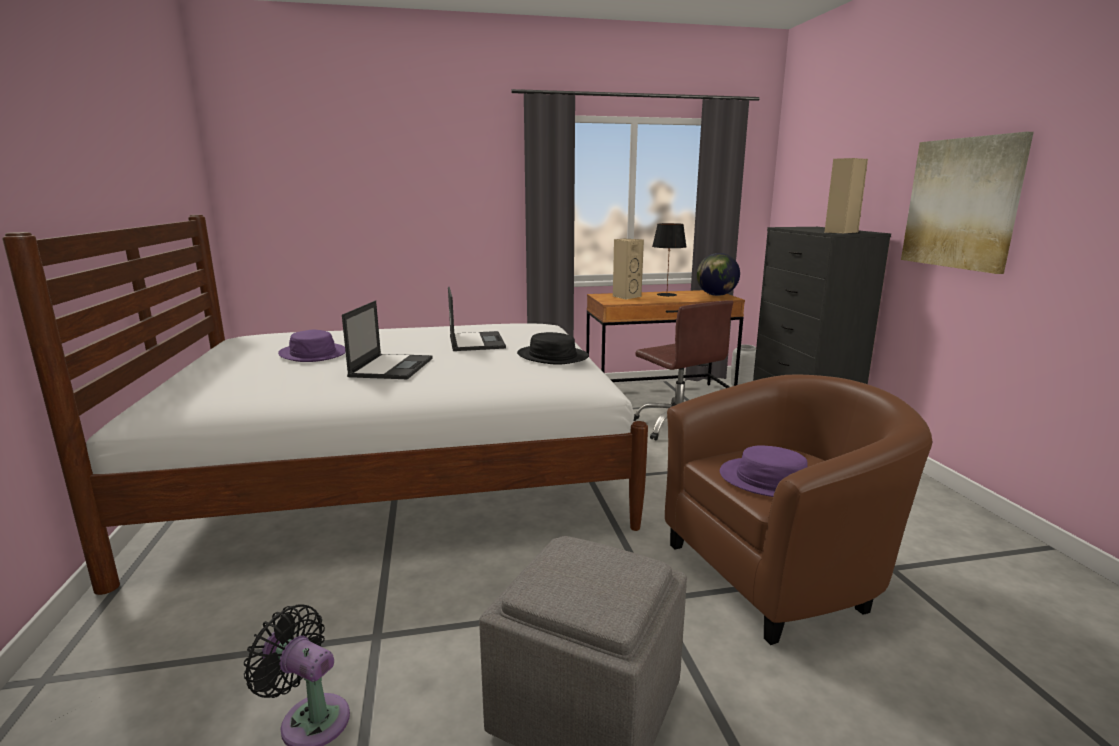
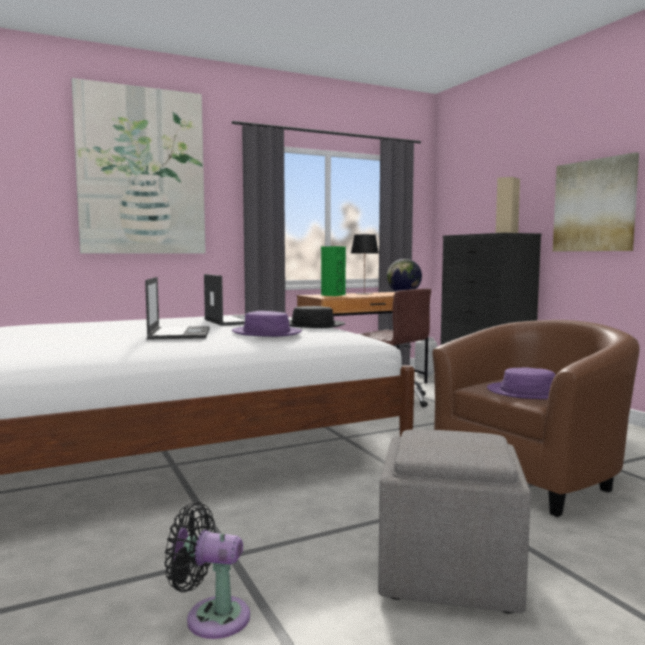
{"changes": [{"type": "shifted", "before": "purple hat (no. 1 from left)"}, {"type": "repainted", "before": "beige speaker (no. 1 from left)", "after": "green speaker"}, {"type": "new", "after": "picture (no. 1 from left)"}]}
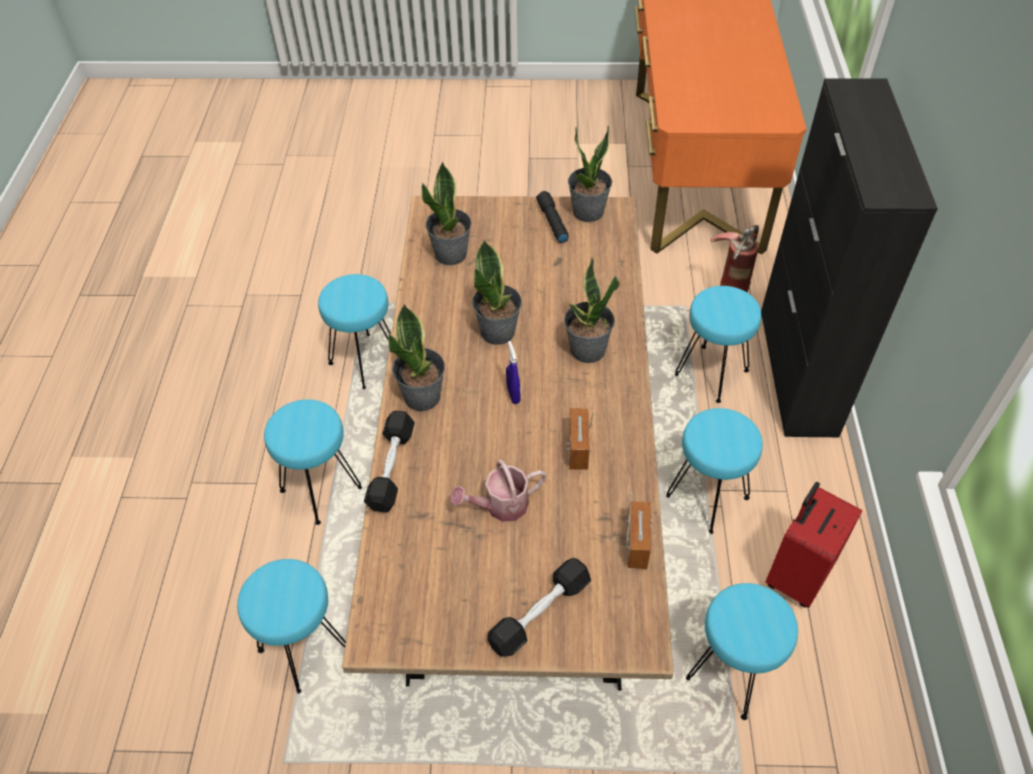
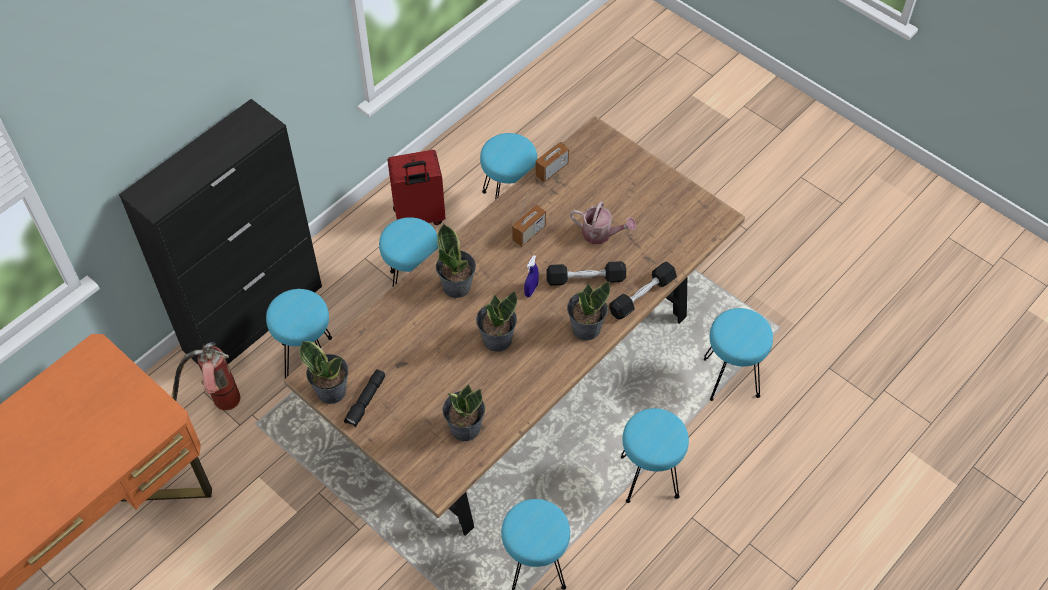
{"changes": [{"type": "shifted", "before": "black dumbbell (no. 2 from left in the first image)", "after": "black dumbbell (no. 1 from left)"}]}
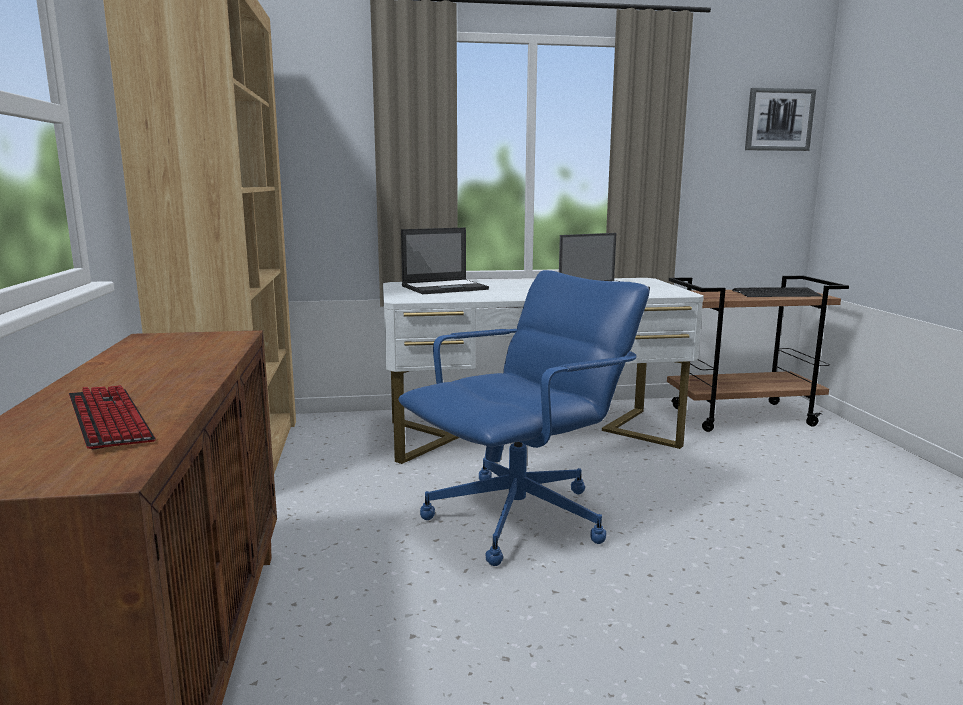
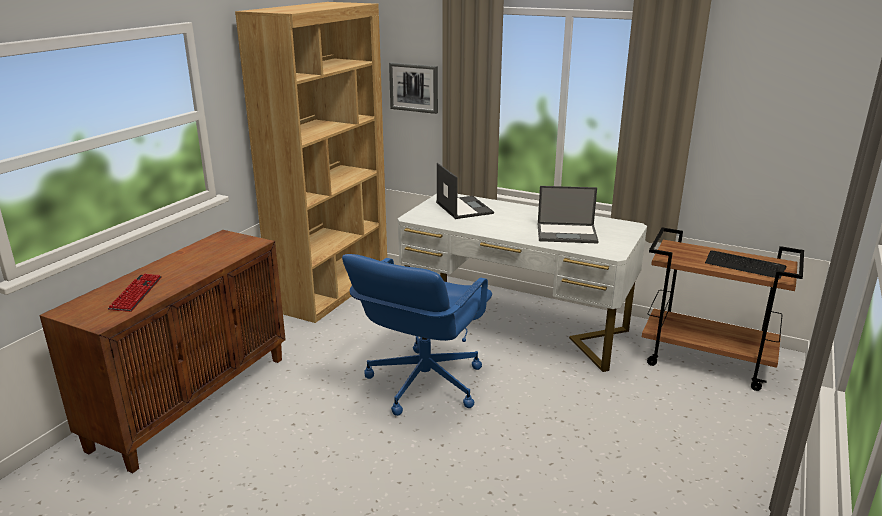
{"changes": [{"type": "rotated", "before": "blue office chair", "turn": 120}, {"type": "rotated", "before": "laptop (no. 1 from left)", "turn": -120}, {"type": "shifted", "before": "picture"}]}
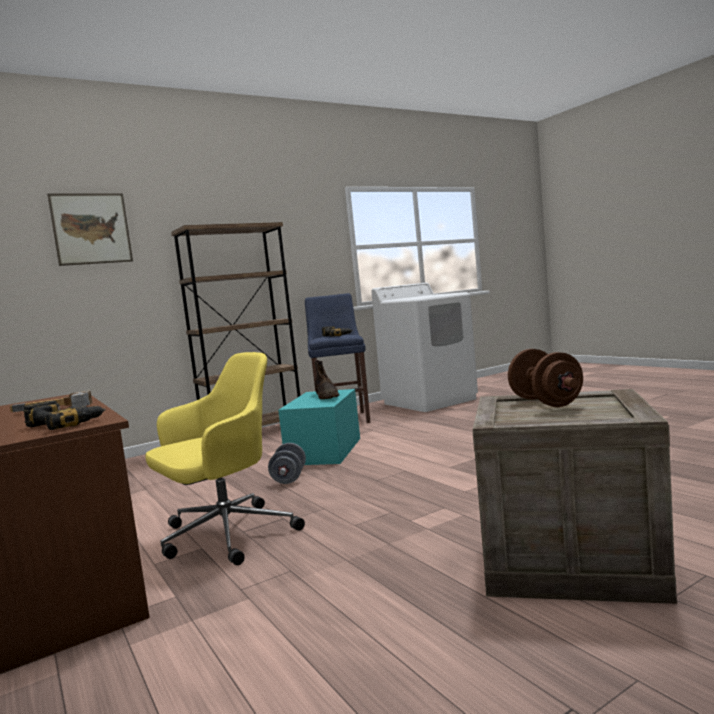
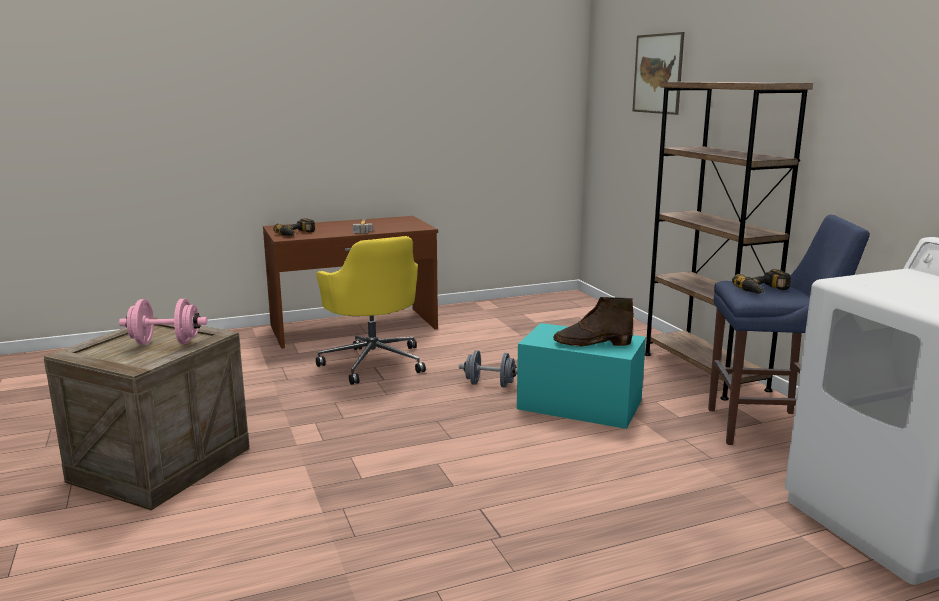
{"changes": [{"type": "repainted", "before": "brown dumbbell", "after": "pink dumbbell"}]}
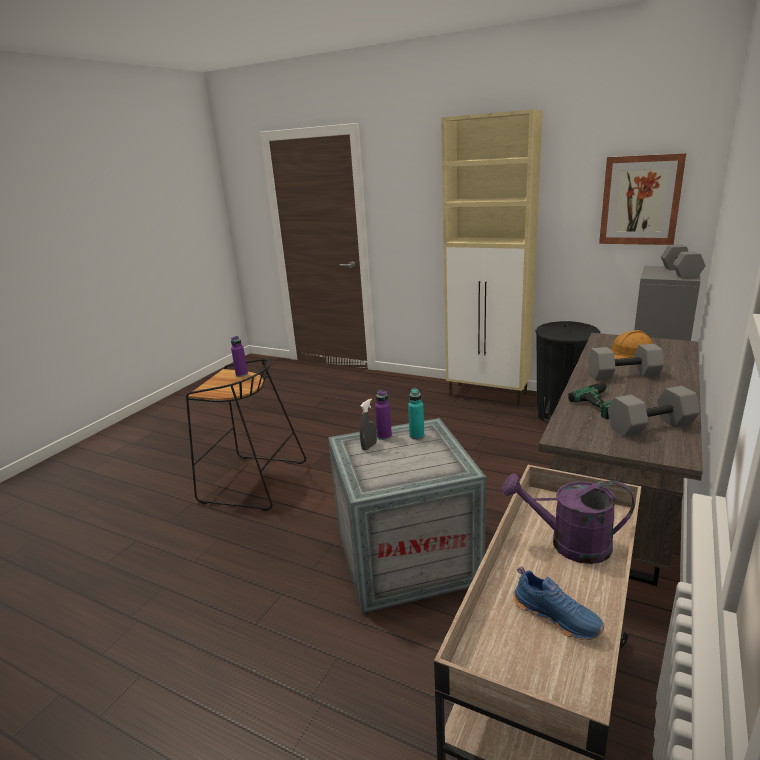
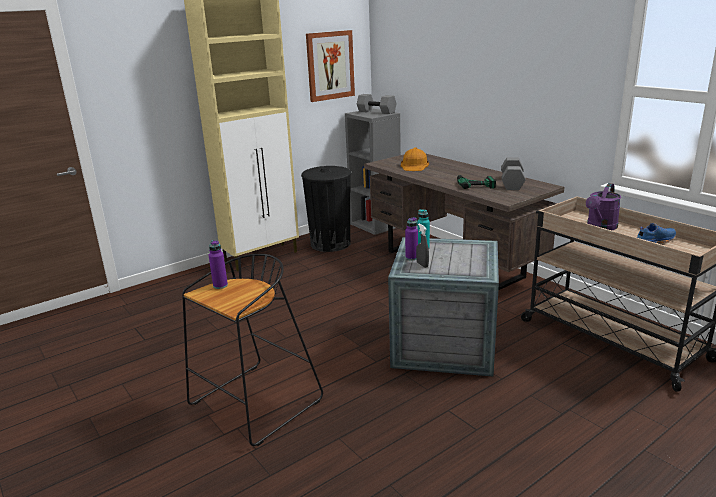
{"changes": [{"type": "gone", "before": "grey dumbbell (no. 1 from left)"}]}
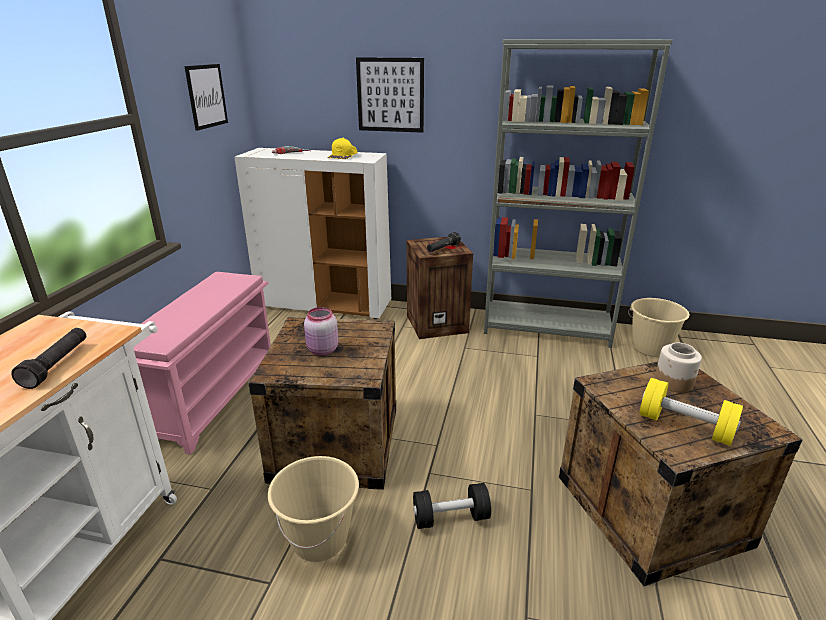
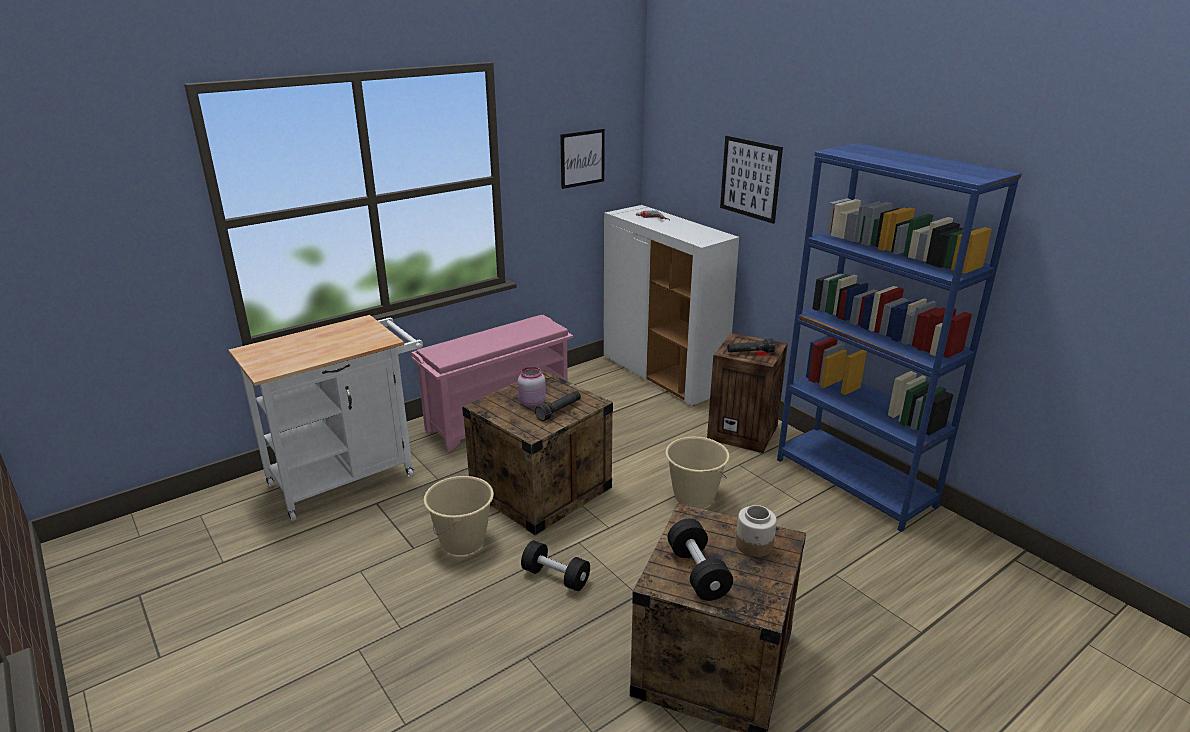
{"changes": [{"type": "shifted", "before": "black flashlight (no. 1 from left)"}, {"type": "gone", "before": "yellow cap"}, {"type": "repainted", "before": "grey bookcase", "after": "blue bookcase"}, {"type": "shifted", "before": "beige bucket (no. 2 from left)"}, {"type": "repainted", "before": "yellow dumbbell", "after": "black dumbbell (no. 2 from left)"}]}
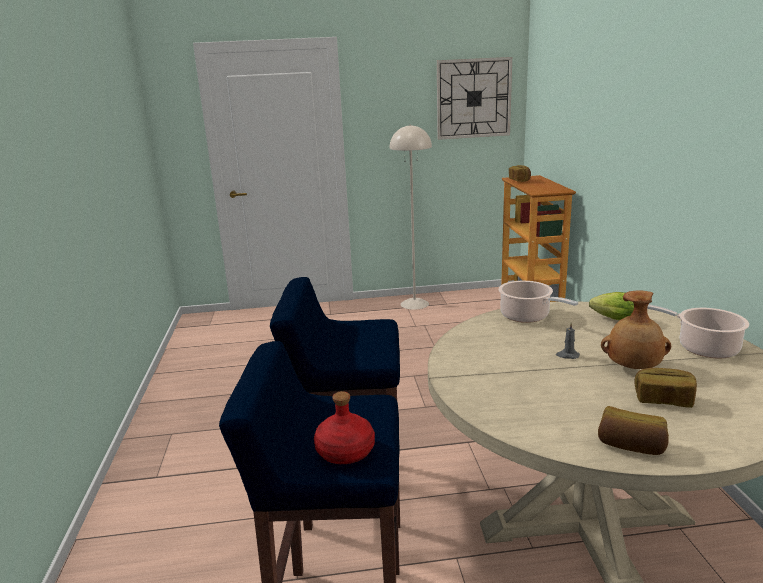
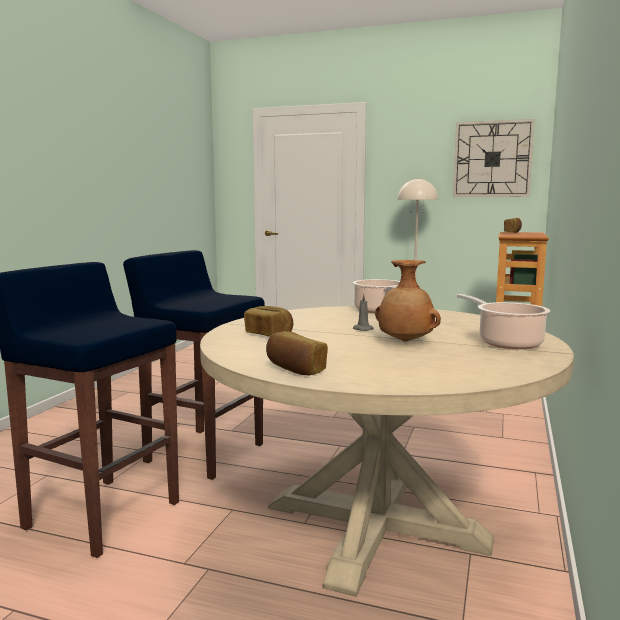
{"changes": [{"type": "gone", "before": "red bottle"}, {"type": "gone", "before": "lettuce"}, {"type": "shifted", "before": "bread (no. 3 from left in the first image)", "after": "bread (no. 1 from left)"}]}
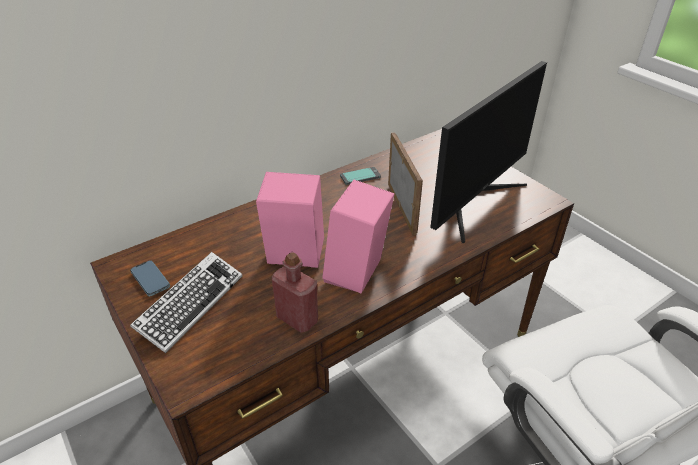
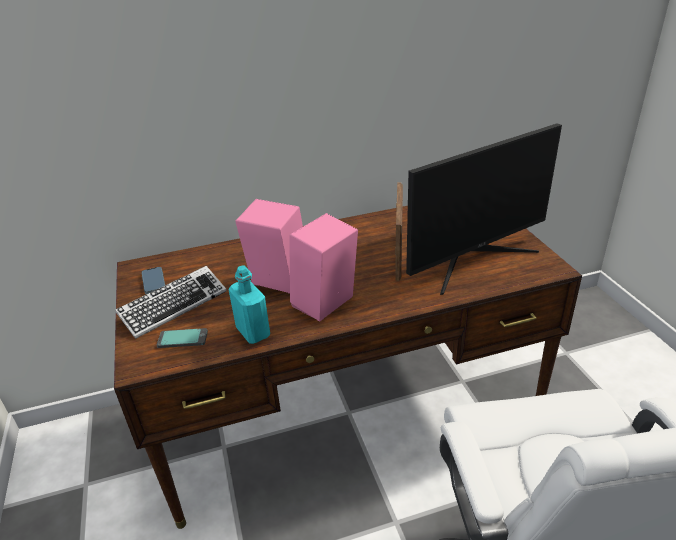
{"changes": [{"type": "repainted", "before": "red bottle", "after": "turquoise bottle"}, {"type": "shifted", "before": "phone (no. 2 from left)"}]}
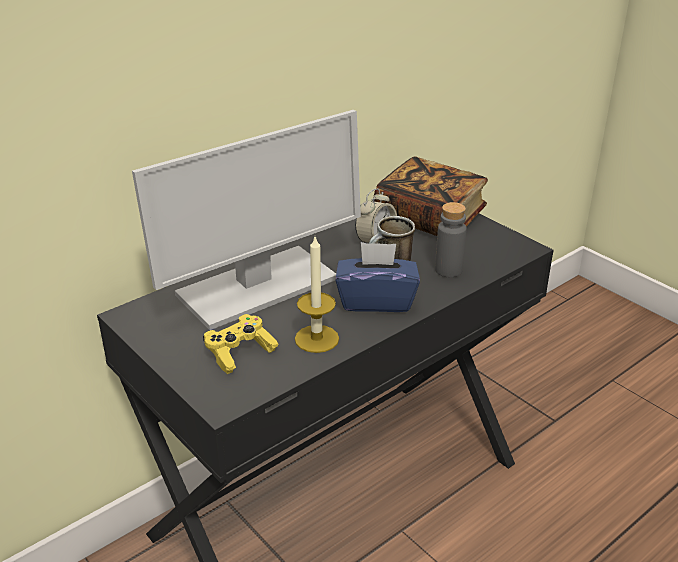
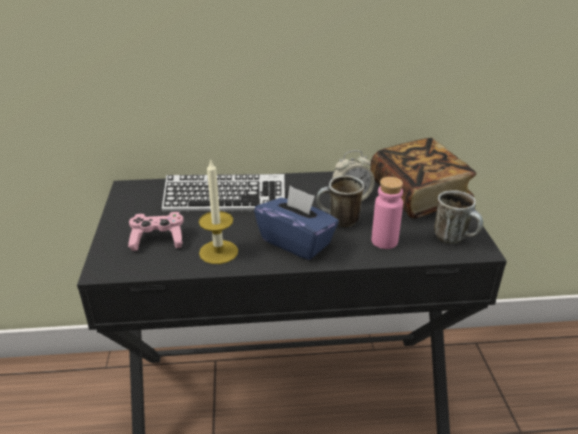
{"changes": [{"type": "swapped", "before": "monitor", "after": "keyboard"}, {"type": "repainted", "before": "yellow game controller", "after": "pink game controller"}, {"type": "repainted", "before": "grey bottle", "after": "pink bottle"}, {"type": "new", "after": "mug (no. 2 from left)"}]}
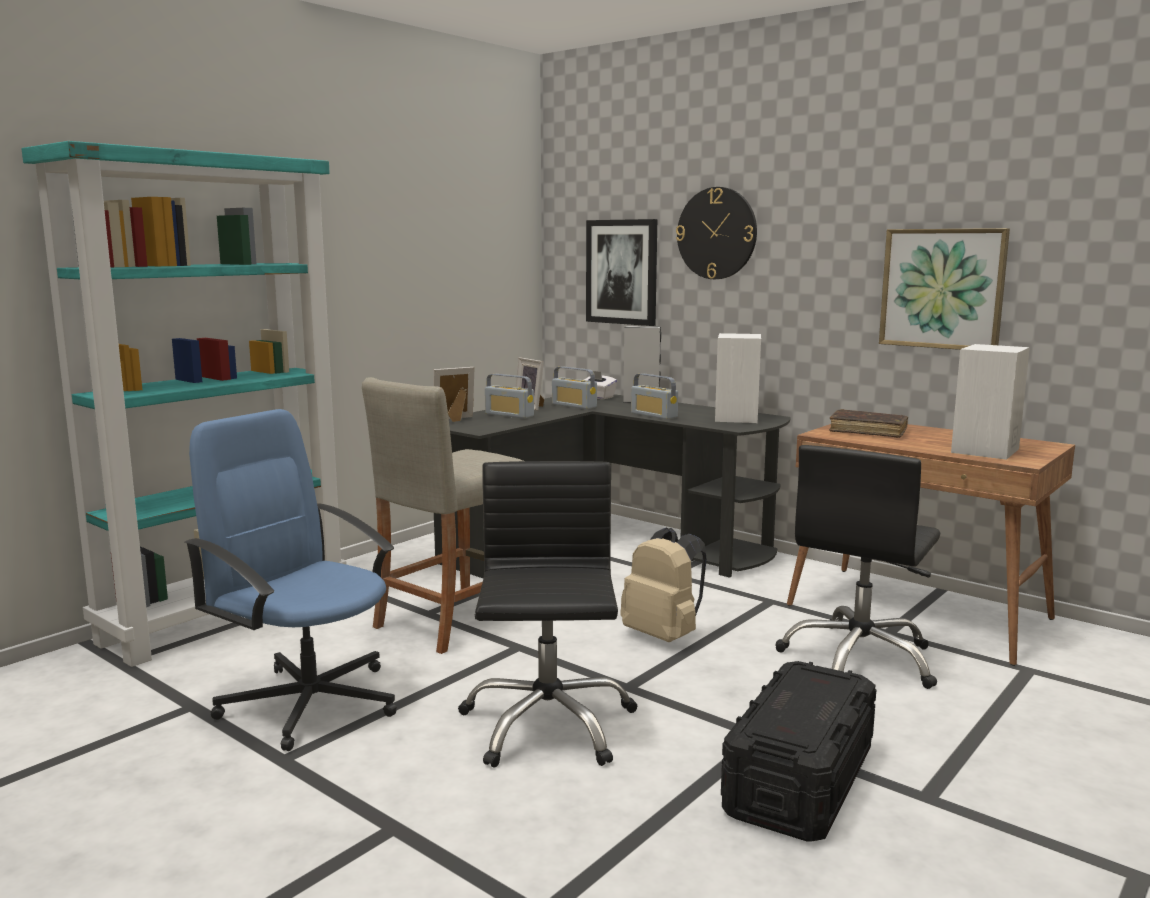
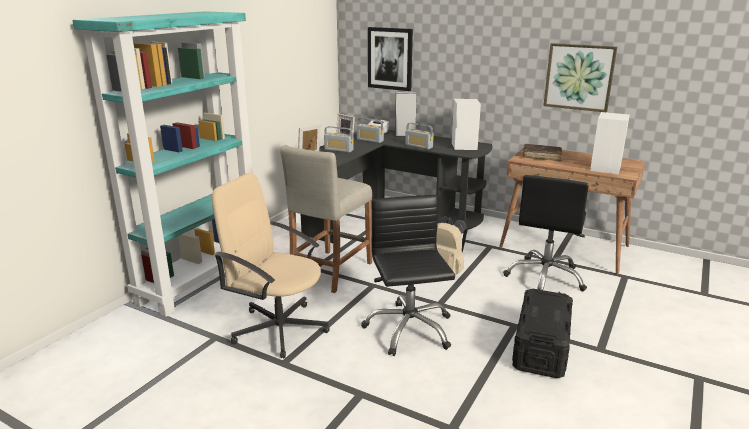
{"changes": [{"type": "repainted", "before": "blue office chair", "after": "beige office chair"}, {"type": "gone", "before": "wall clock"}]}
